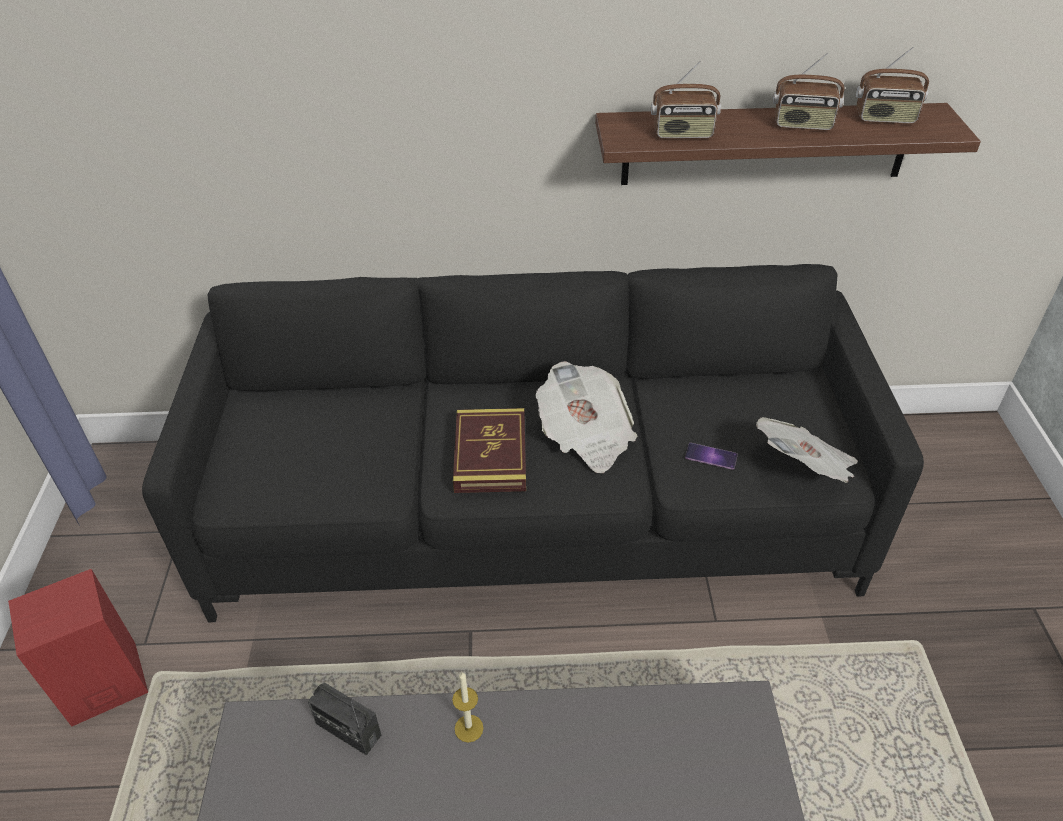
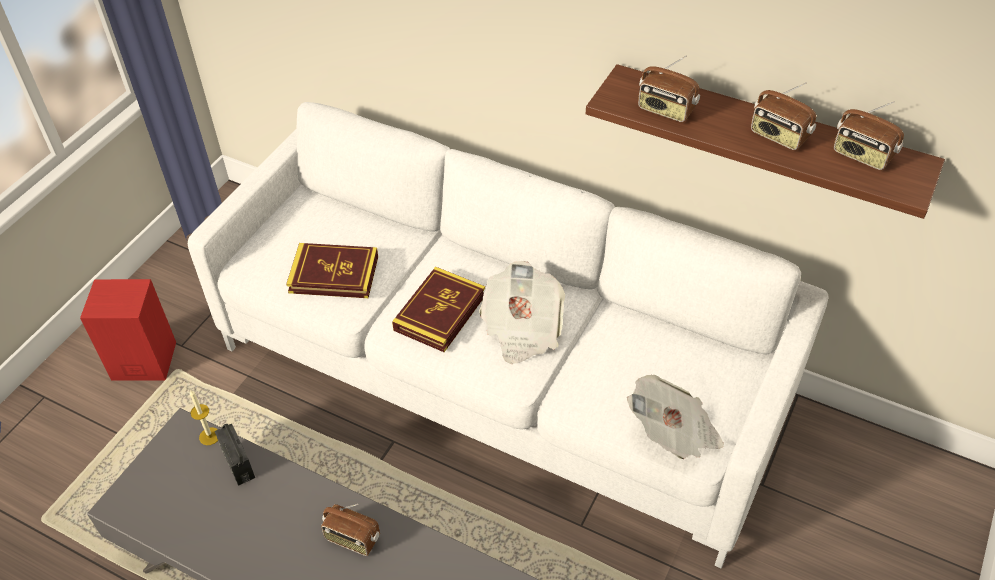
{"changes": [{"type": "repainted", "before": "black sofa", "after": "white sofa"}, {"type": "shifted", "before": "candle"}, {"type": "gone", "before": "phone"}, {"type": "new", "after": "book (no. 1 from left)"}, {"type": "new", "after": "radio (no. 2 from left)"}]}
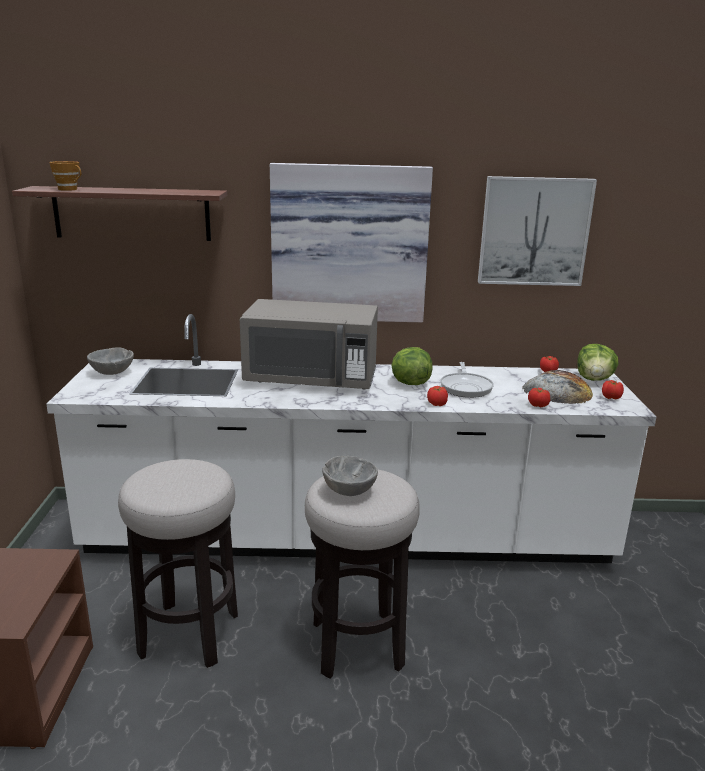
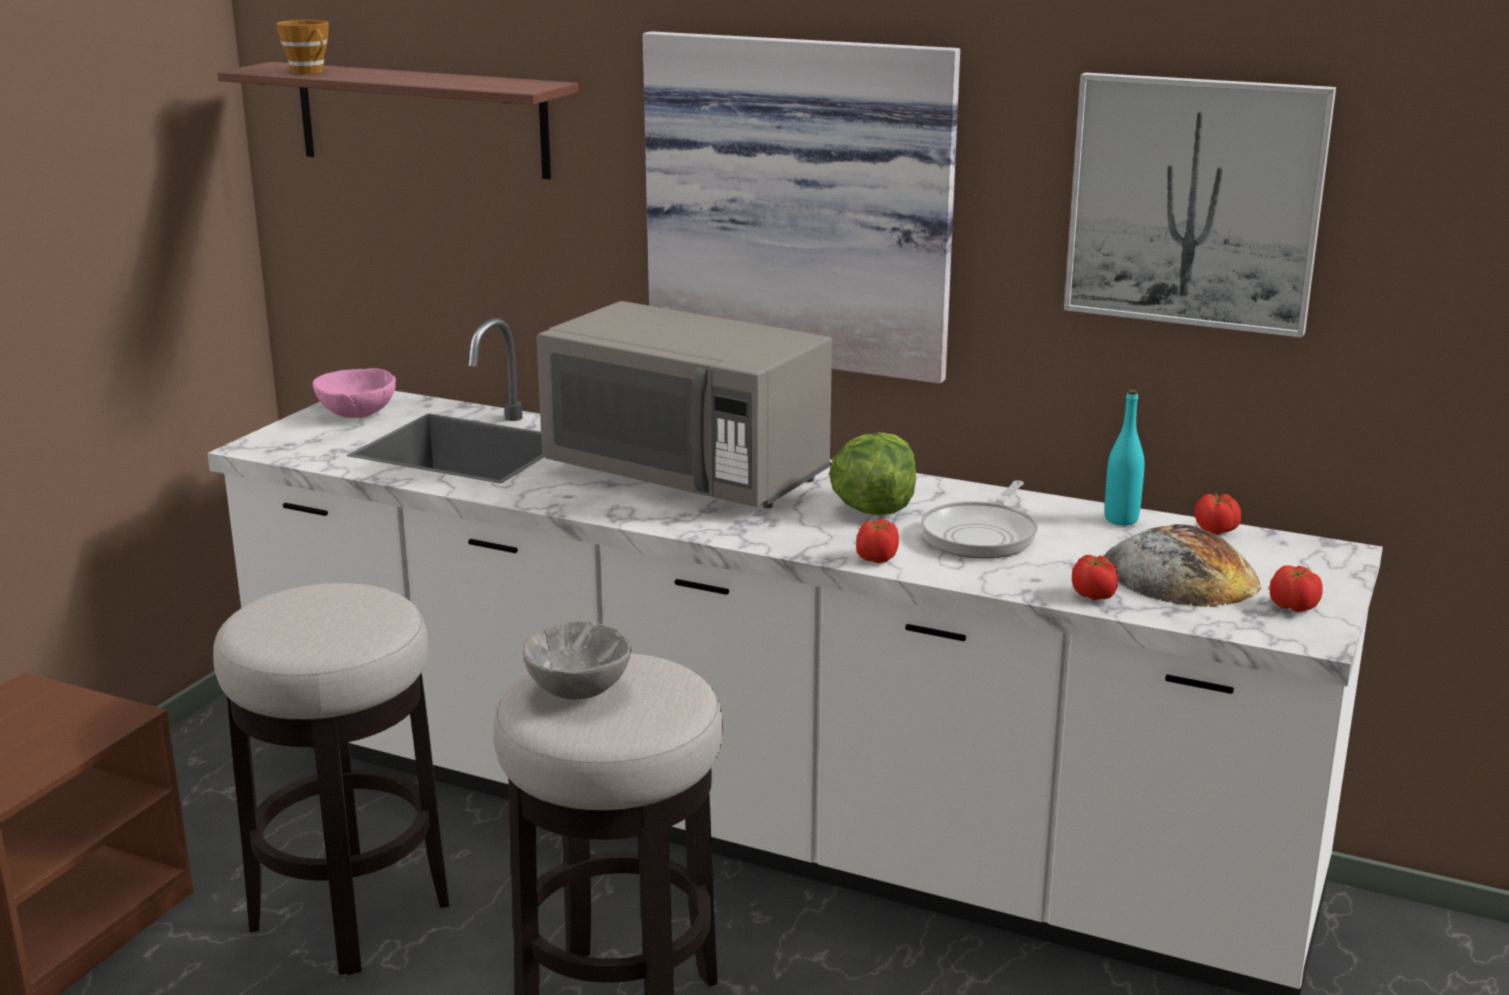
{"changes": [{"type": "repainted", "before": "grey bowl (no. 1 from left)", "after": "pink bowl"}, {"type": "gone", "before": "lettuce (no. 2 from left)"}, {"type": "new", "after": "turquoise bottle"}]}
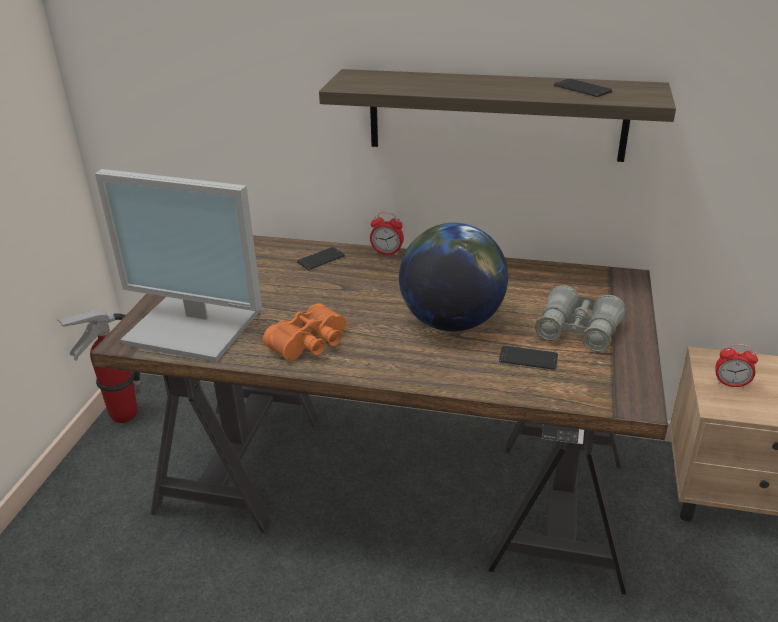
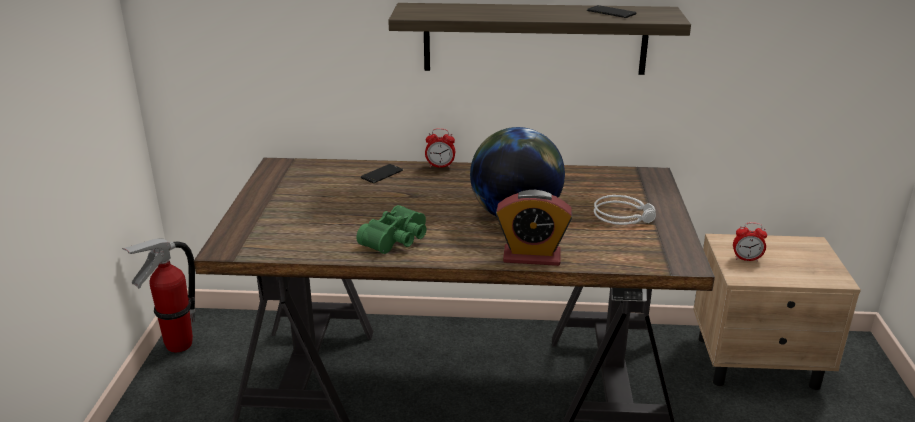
{"changes": [{"type": "gone", "before": "monitor"}, {"type": "repainted", "before": "orange binoculars", "after": "green binoculars"}, {"type": "gone", "before": "phone (no. 2 from left)"}, {"type": "swapped", "before": "grey binoculars", "after": "grey headphones"}, {"type": "new", "after": "alarm clock (no. 2 from left)"}]}
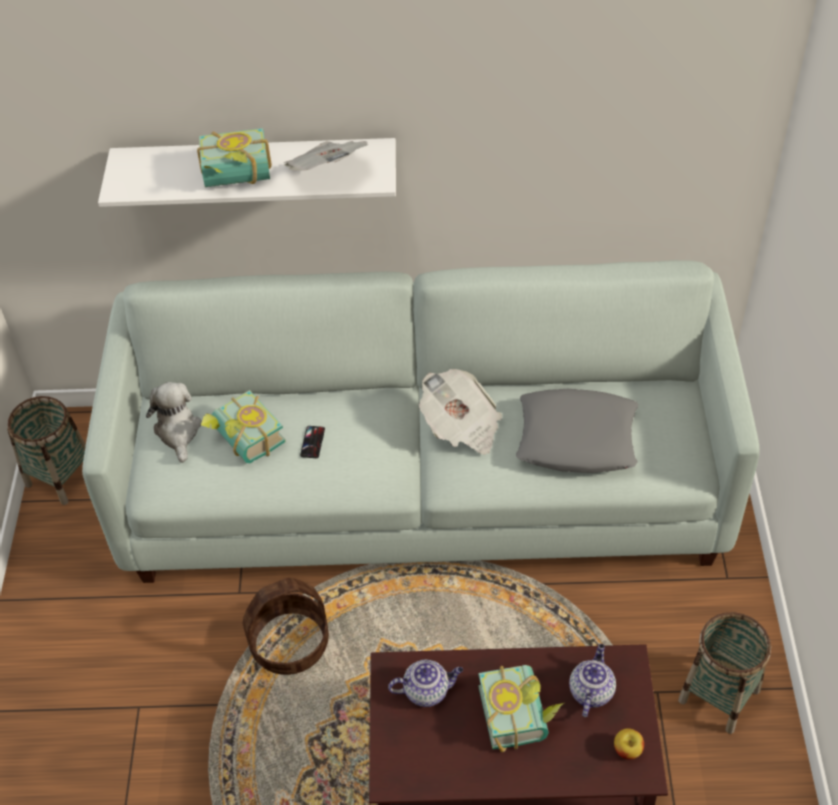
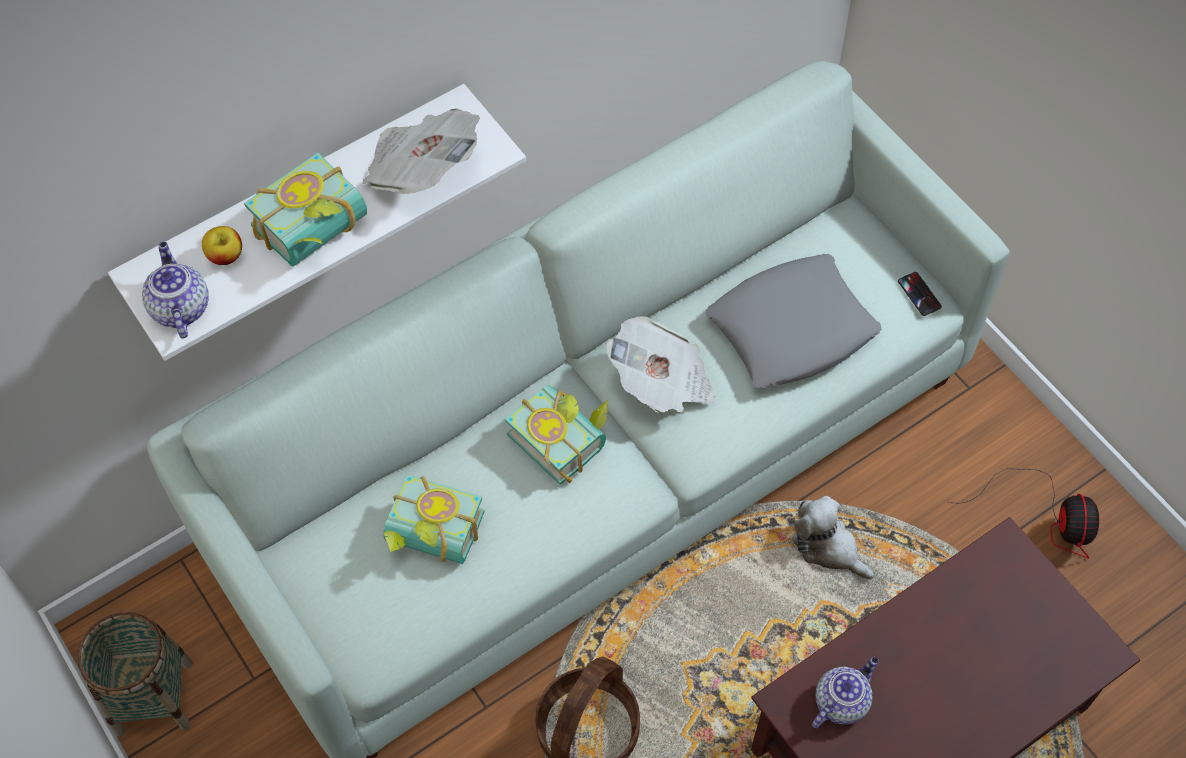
{"changes": [{"type": "shifted", "before": "plush toy"}, {"type": "shifted", "before": "phone"}, {"type": "shifted", "before": "book (no. 3 from left)"}, {"type": "shifted", "before": "teapot (no. 2 from left in the first image)", "after": "teapot (no. 1 from left)"}, {"type": "shifted", "before": "apple"}, {"type": "swapped", "before": "basket (no. 3 from left)", "after": "fan"}]}
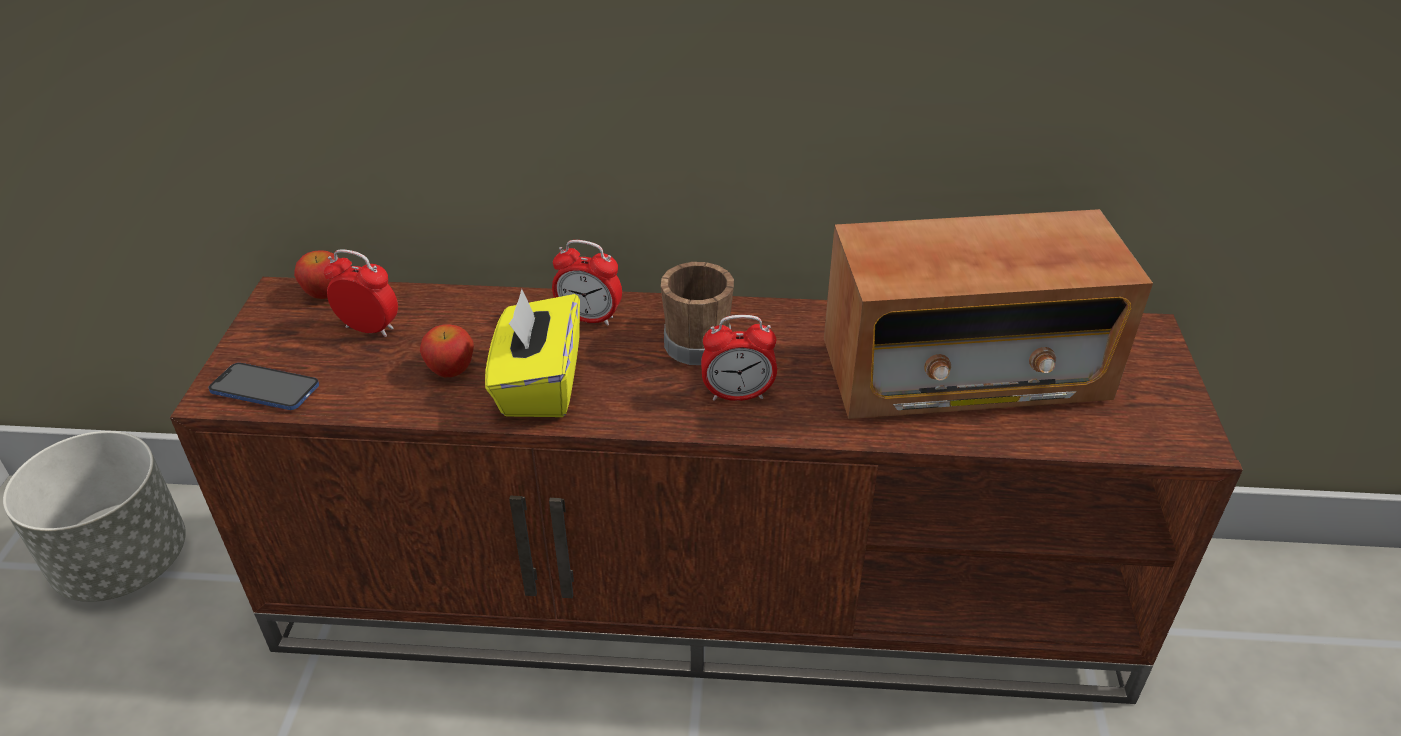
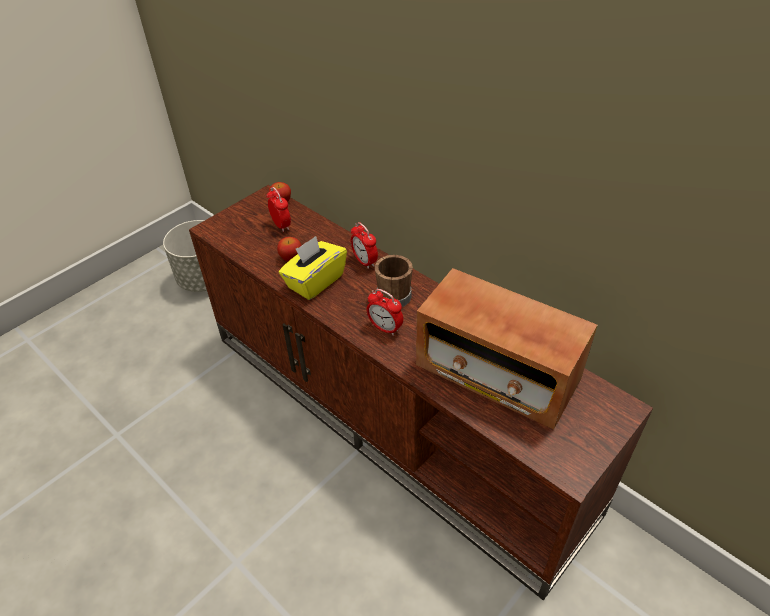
{"changes": [{"type": "gone", "before": "phone"}]}
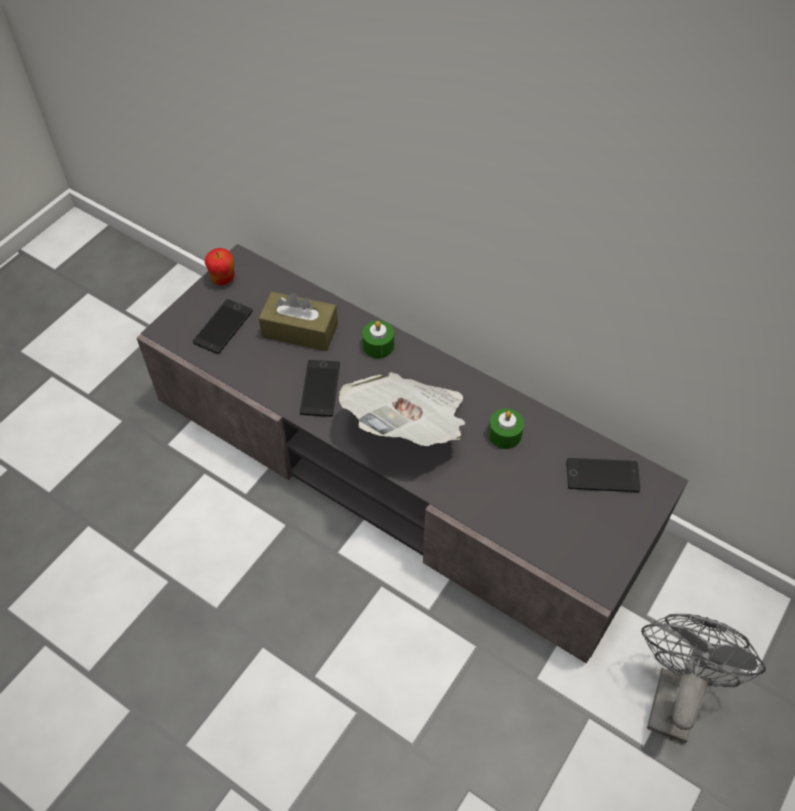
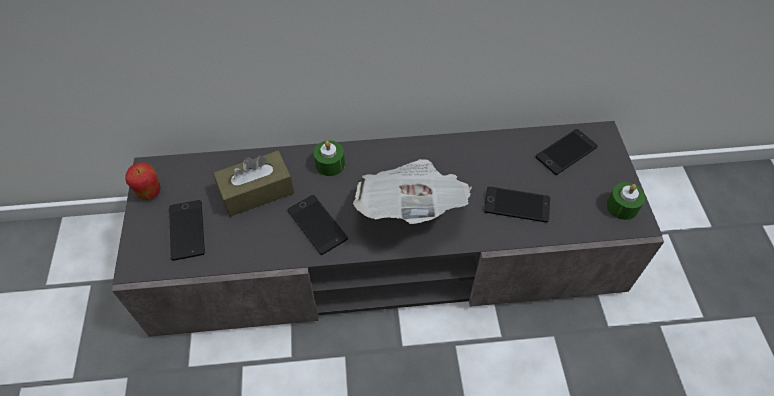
{"changes": [{"type": "shifted", "before": "green candle (no. 2 from left)"}, {"type": "gone", "before": "grey fan"}, {"type": "new", "after": "phone (no. 3 from left)"}]}
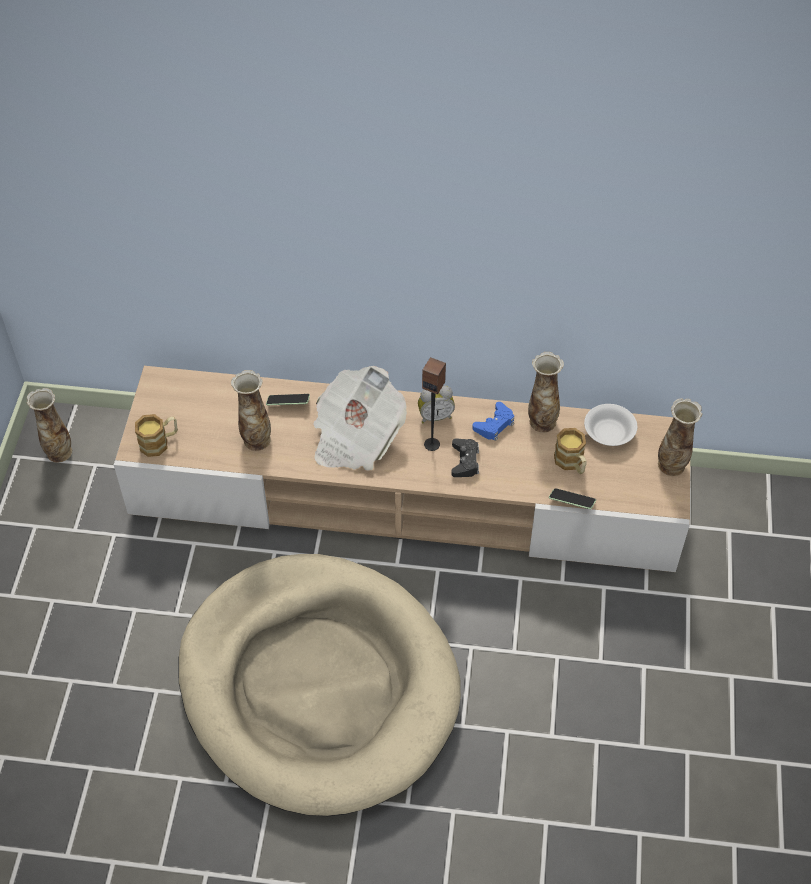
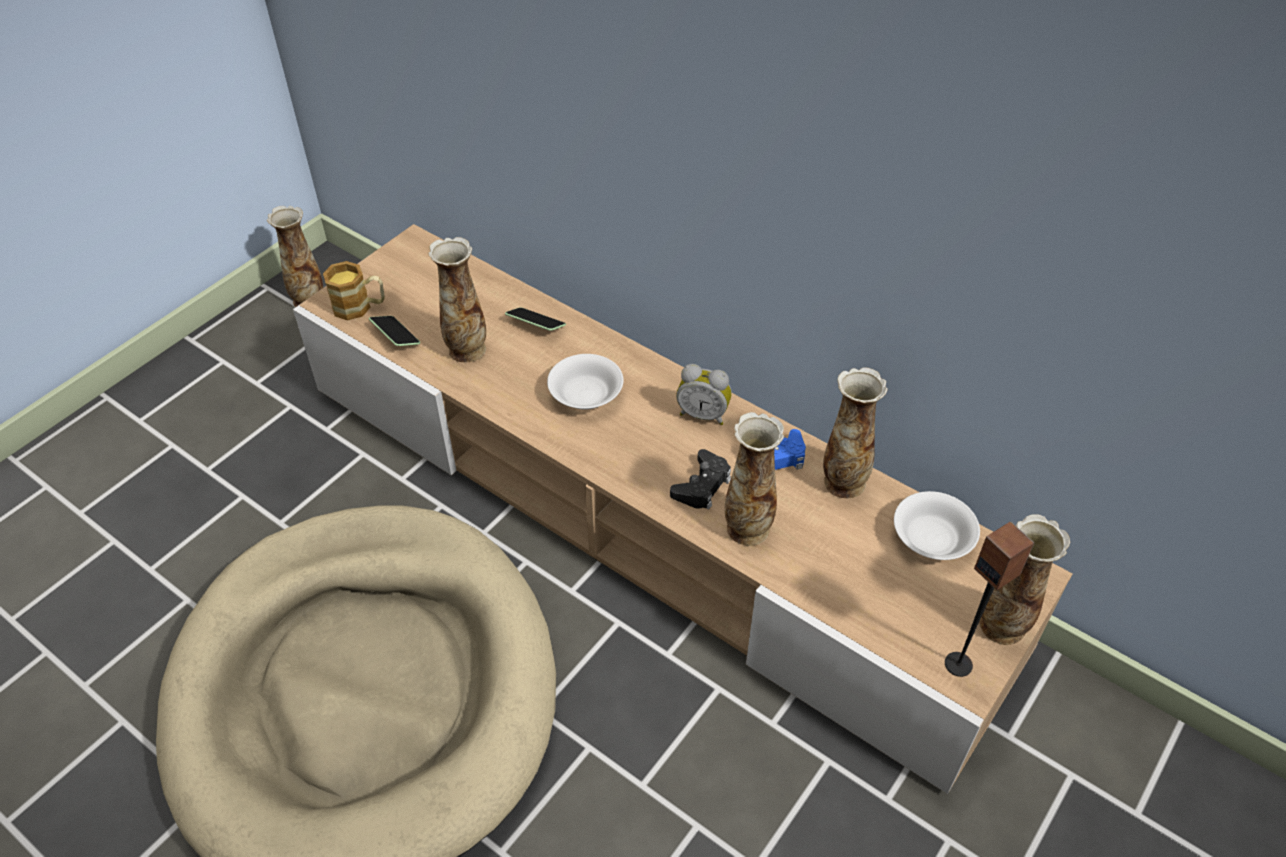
{"changes": [{"type": "swapped", "before": "newspaper", "after": "white bowl (no. 1 from left)"}, {"type": "shifted", "before": "speaker"}, {"type": "shifted", "before": "phone (no. 2 from left in the first image)", "after": "phone (no. 1 from left)"}, {"type": "gone", "before": "mug (no. 2 from left)"}, {"type": "new", "after": "vase (no. 3 from left)"}]}
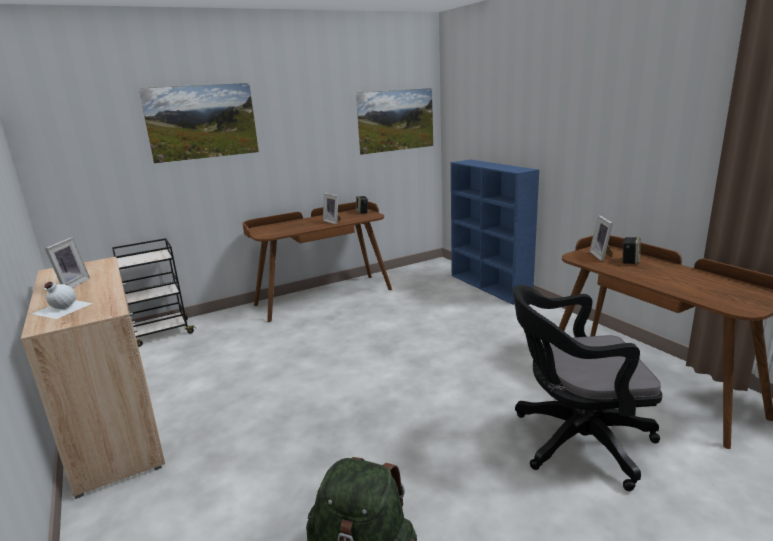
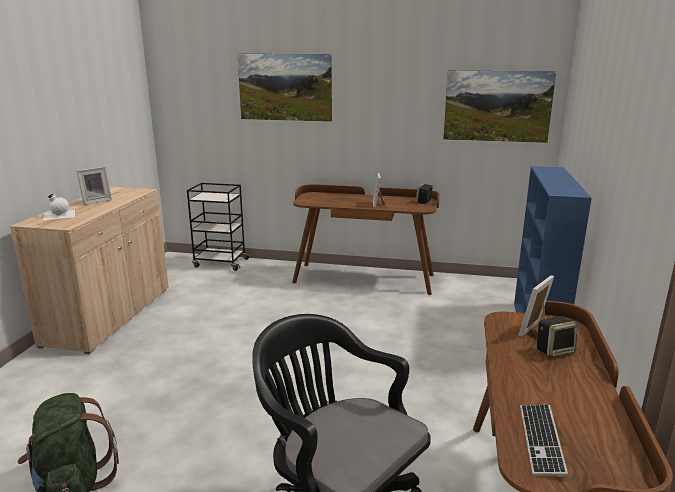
{"changes": [{"type": "new", "after": "keyboard"}]}
